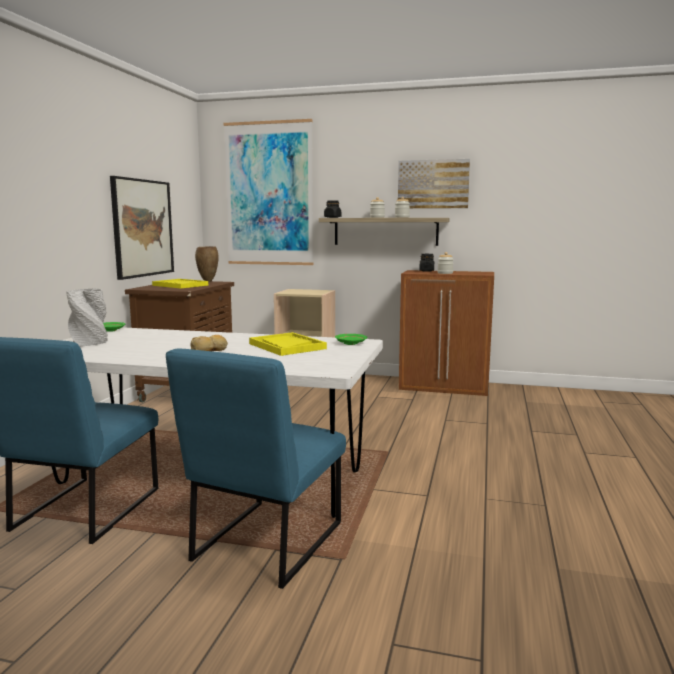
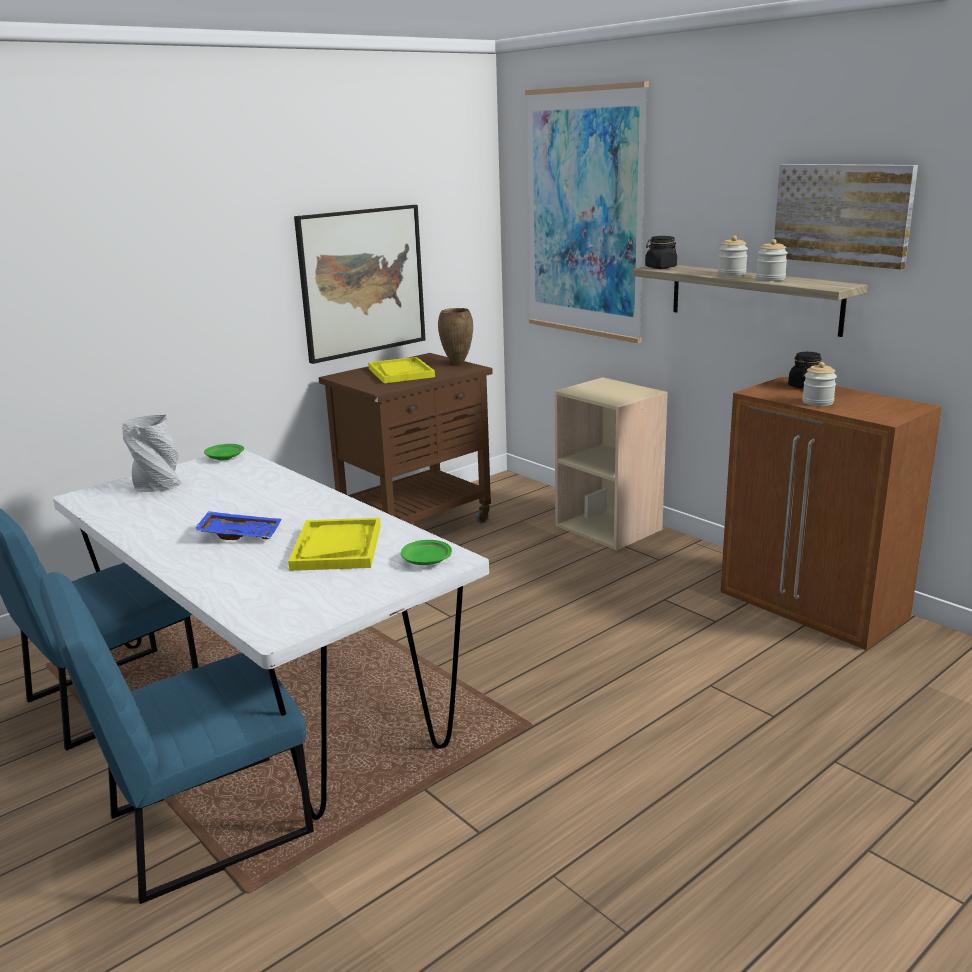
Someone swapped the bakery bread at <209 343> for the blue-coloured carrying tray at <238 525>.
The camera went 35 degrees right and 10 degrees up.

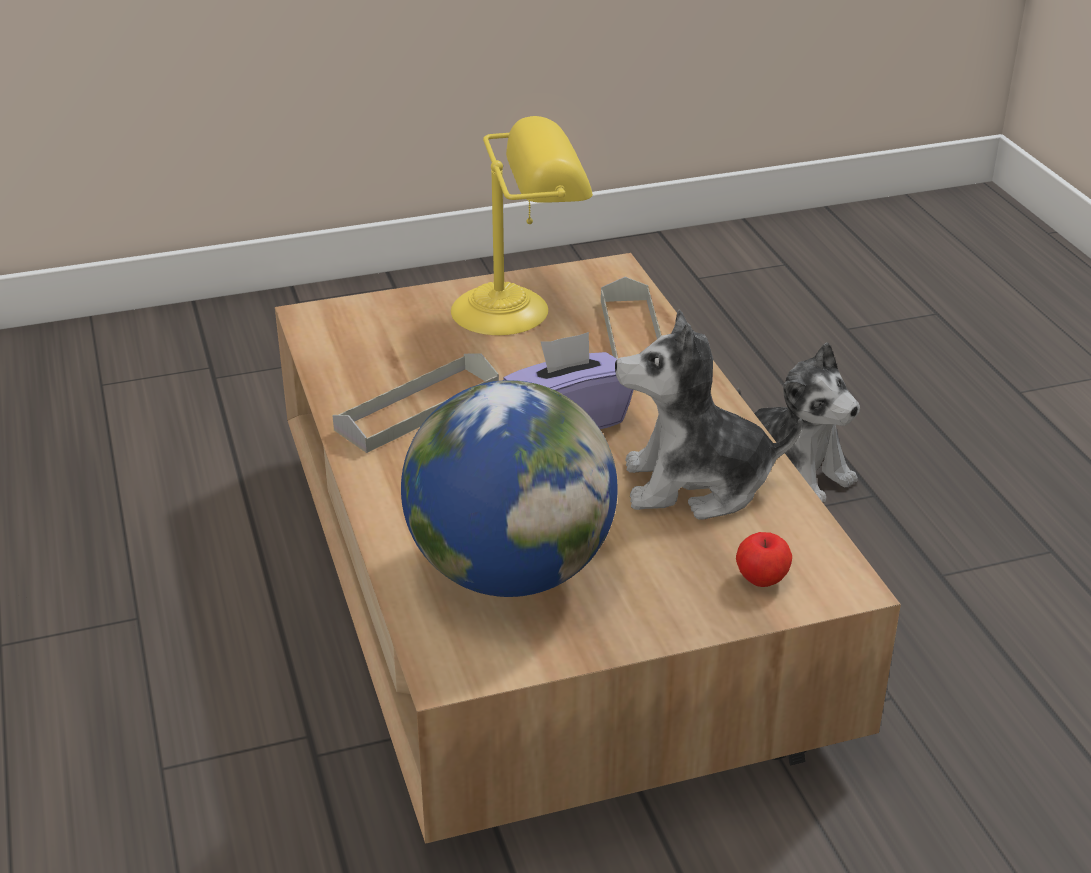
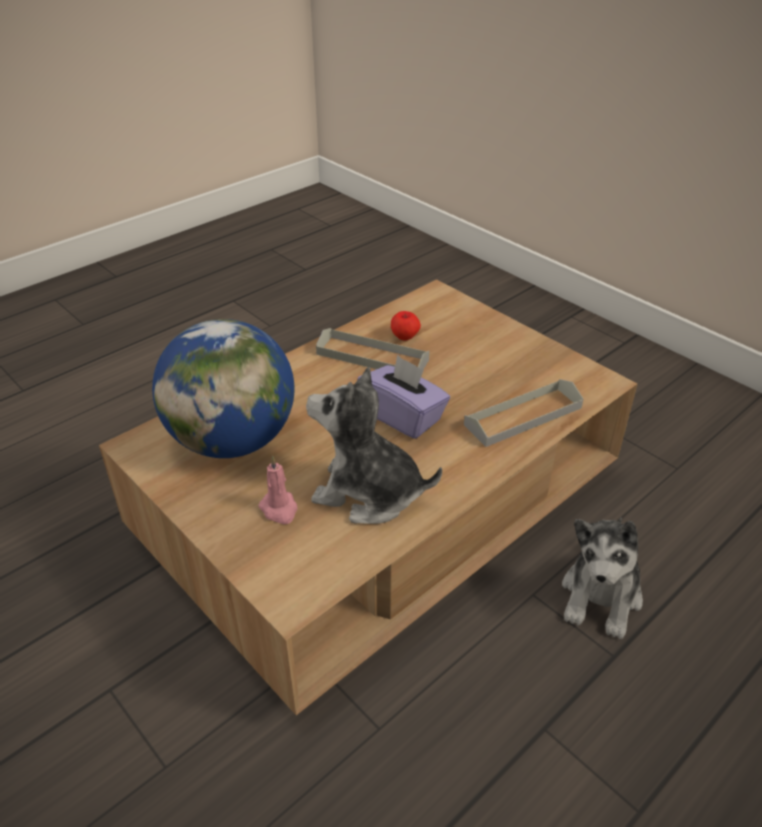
Someone took away the yellow tabletop lamp at <522 225>.
Someone put down the pink wax candle at <278 490>.
Someone carried the whole apple from <764 559> to <406 326>.
Someone rotated the cuddly toy at <709 415> by 45 degrees counterclockwise.
The camera went 65 degrees right and 5 degrees up.

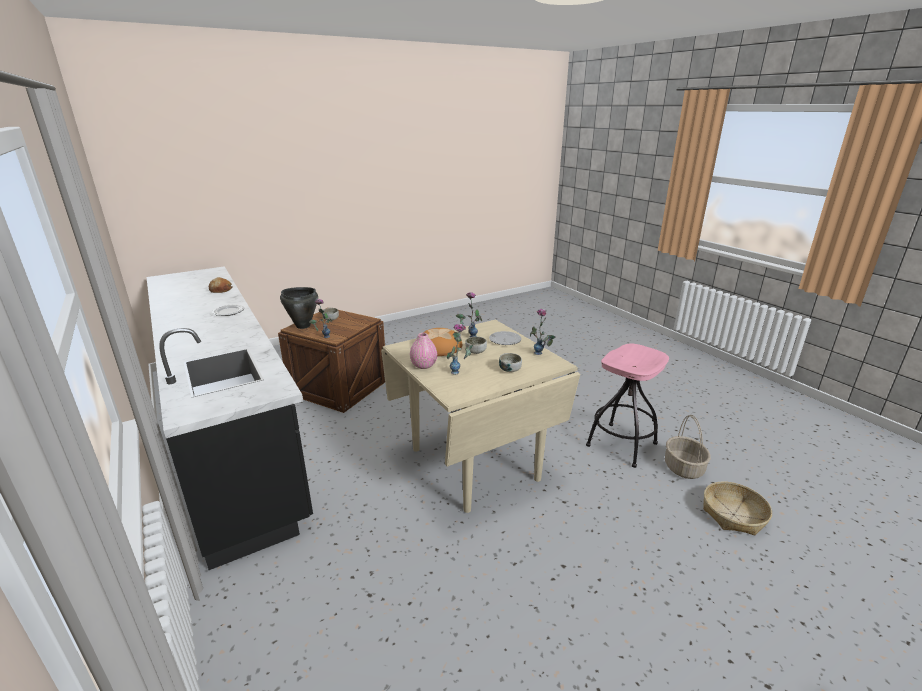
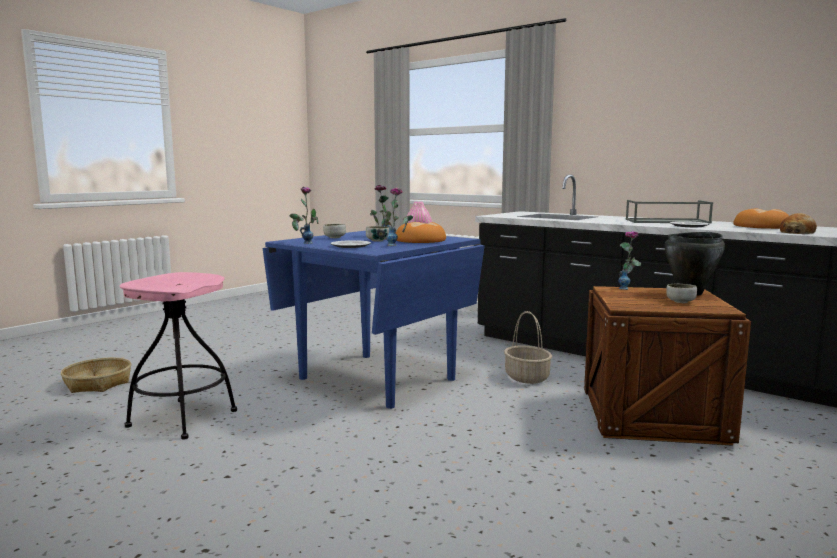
Someone put down the gray carrying tray at <669 212>.
Someone put down the bakery bread at <761 219>.
Someone carried the household basket from <688 447> to <528 347>.
Someone repainted the beige-coloured dining table at <480 416>, which became the blue-coloured dining table at <374 320>.
The camera went 160 degrees right and 15 degrees down.

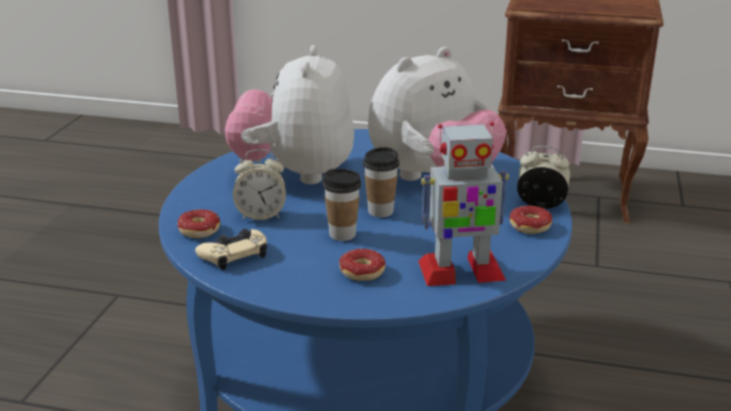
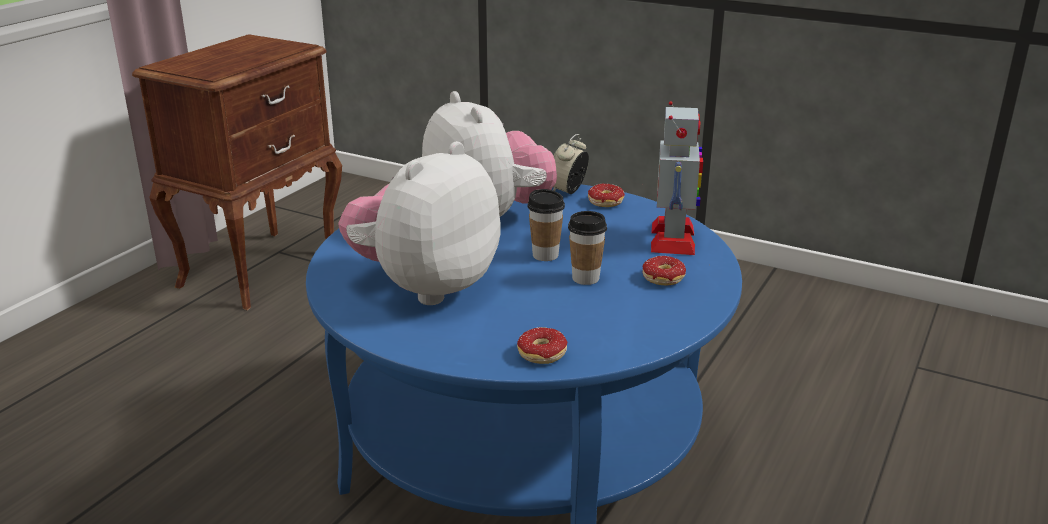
Someone took away the beige-coloured gamepad at <231 249>.
Someone took away the table clock at <259 185>.
Someone rotated the cuddly toy at <289 114> by 105 degrees clockwise.
The camera went 75 degrees left and 0 degrees up.

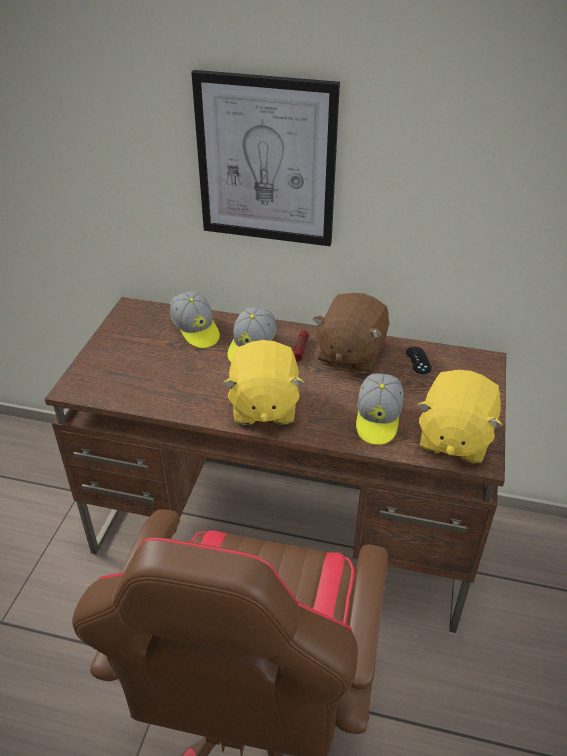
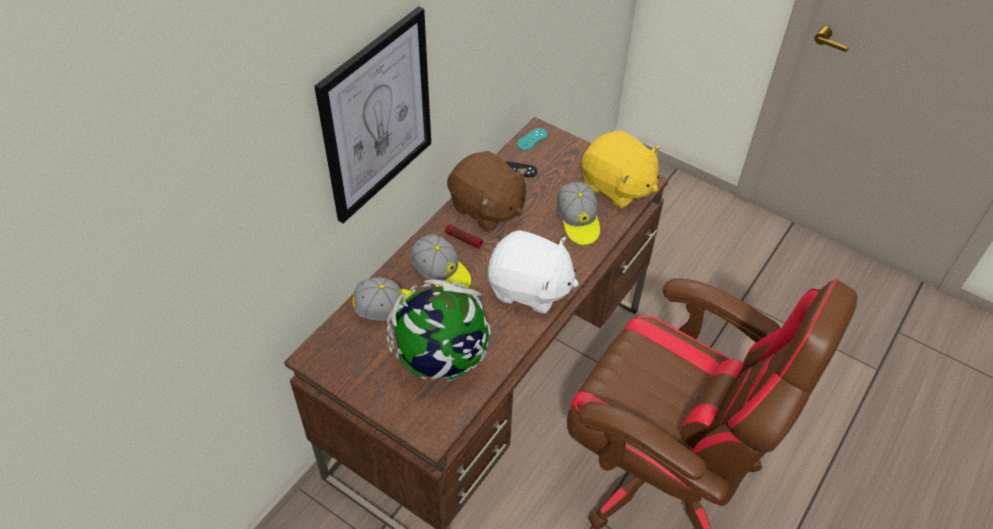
Someone put down the globe at <439 330>.
Someone put down the turquoise-coloured gamepad at <532 139>.
Someone repainted the yellow cuddly toy at <263 382>, which became the white cuddly toy at <533 272>.
Someone rotated the baseball cap at <379 409> by 45 degrees clockwise.
The camera went 70 degrees left and 10 degrees up.

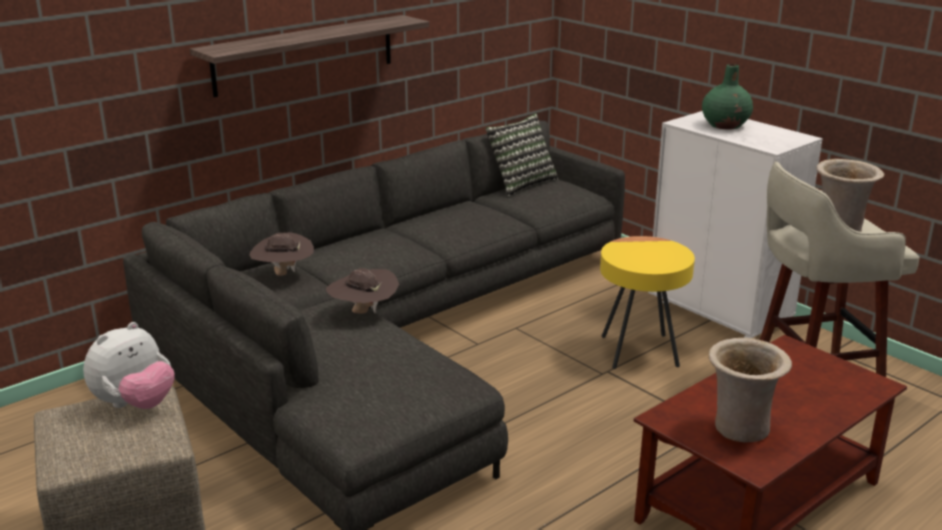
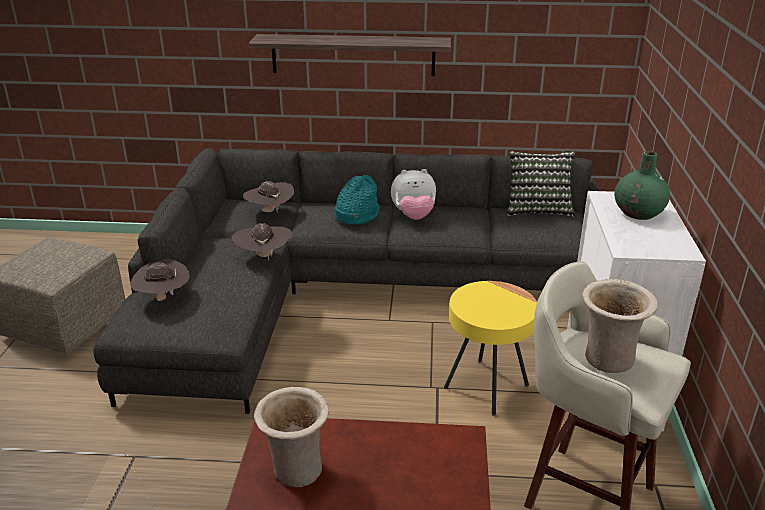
Someone put down the brown hat at <160 280>.
Someone put down the turquoise-coloured hat at <357 200>.
Someone carried the cuddly toy from <128 365> to <413 194>.
The camera went 45 degrees right and 5 degrees up.

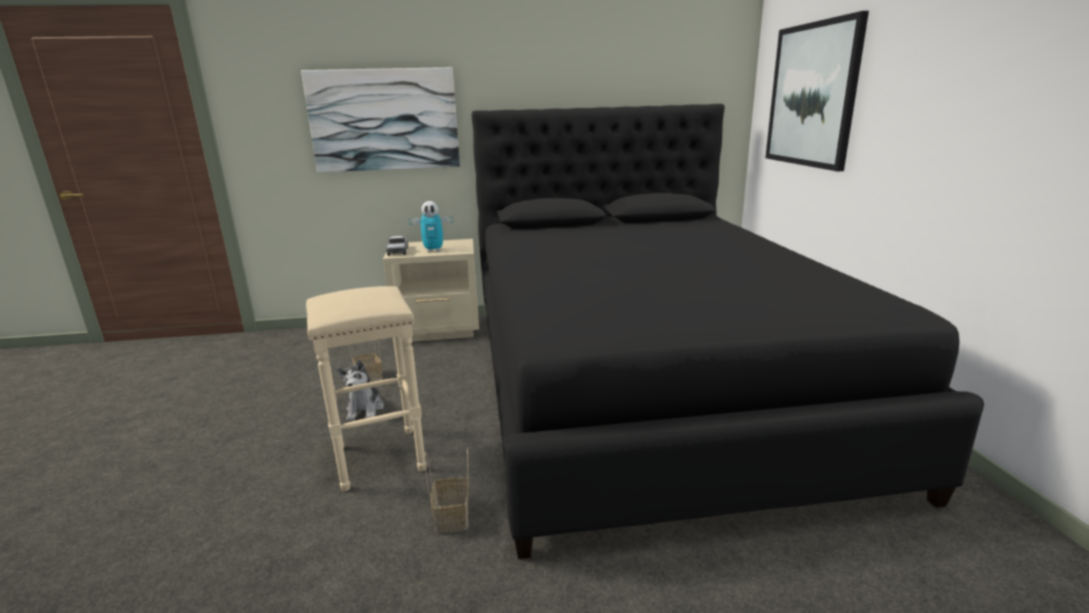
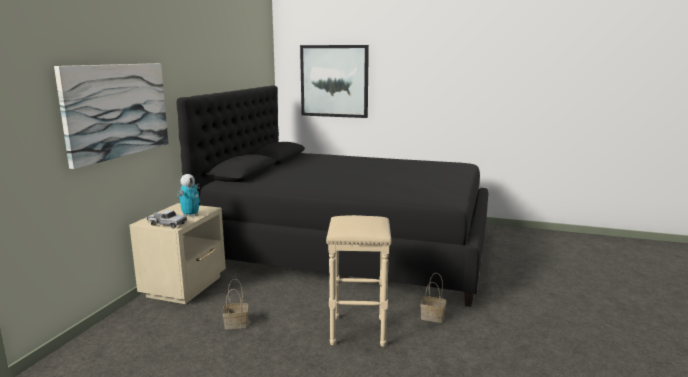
Someone took away the cuddly toy at <360 390>.
The camera went 65 degrees left and 5 degrees down.

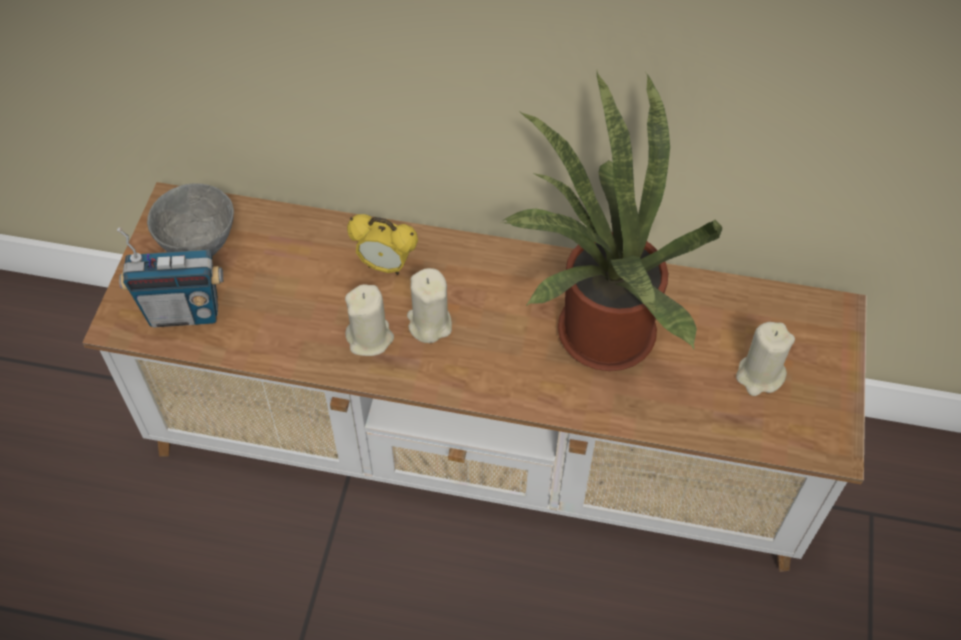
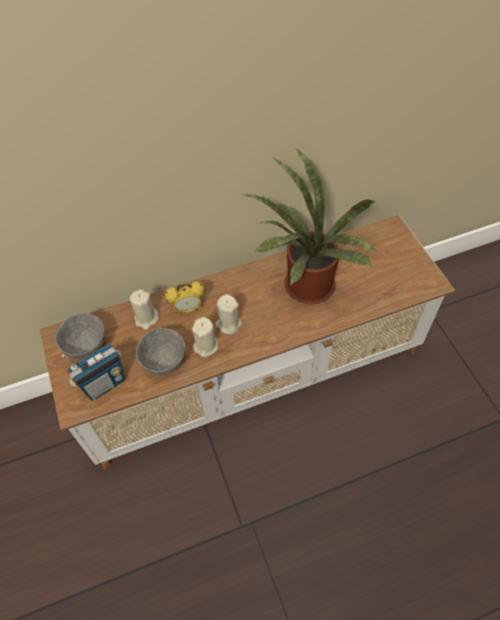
Someone put down the gray serving bowl at <160 351>.
Someone carried the beige-coloured wax candle from <765 359> to <144 309>.
The camera went 30 degrees left and 0 degrees up.

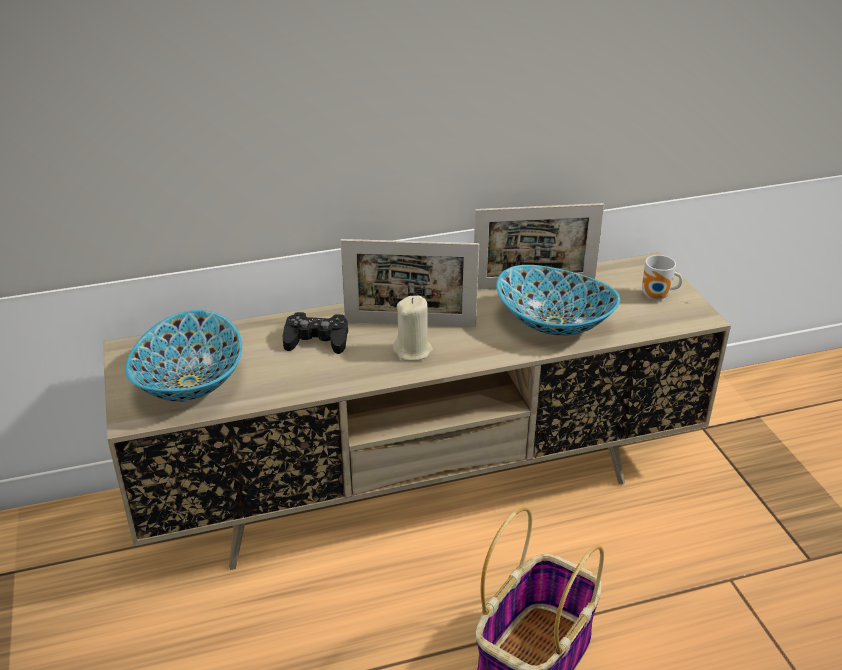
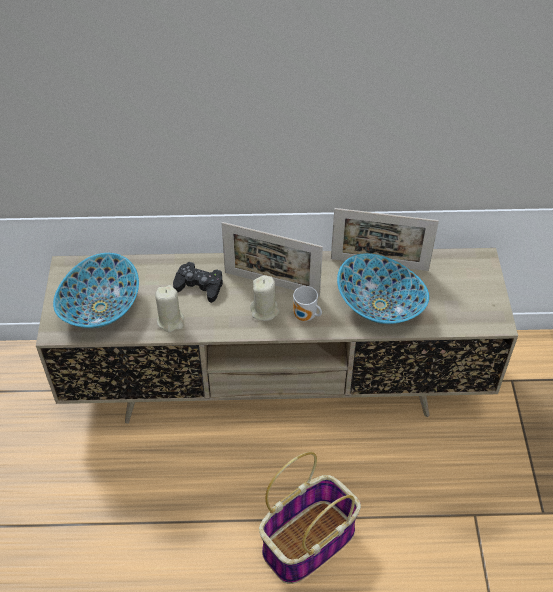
Someone put down the beige-coloured wax candle at <169 308>.
Someone carried the mug from <662 277> to <307 303>.
The camera went 15 degrees right and 15 degrees up.

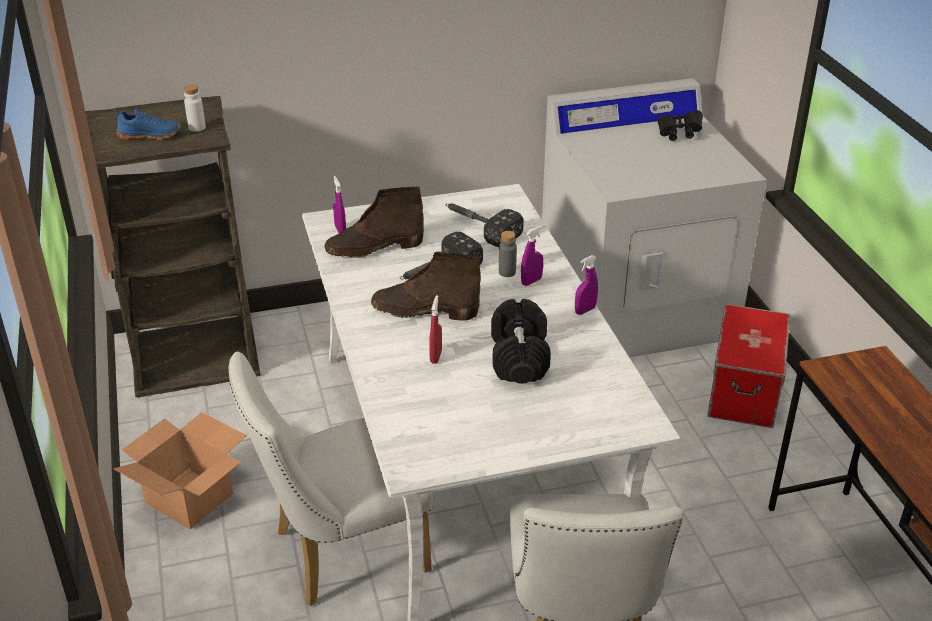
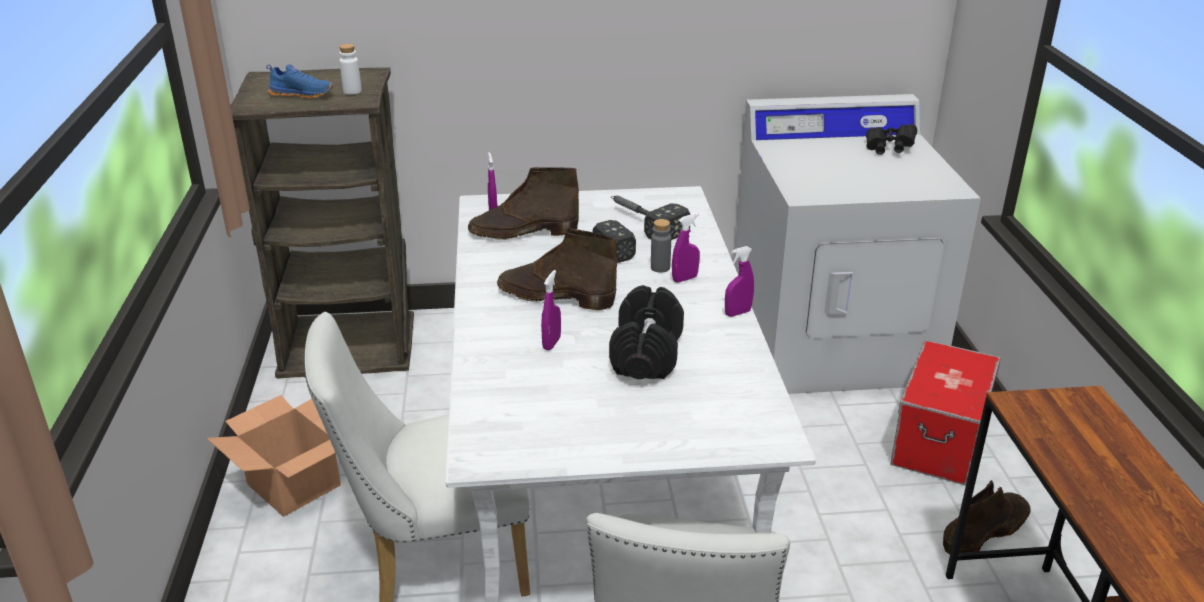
Someone put down the brown boot at <987 517>.
Someone repainted the red-coloured sprayer at <435 329>, which became the purple sprayer at <551 310>.
The camera went 10 degrees right and 5 degrees down.

